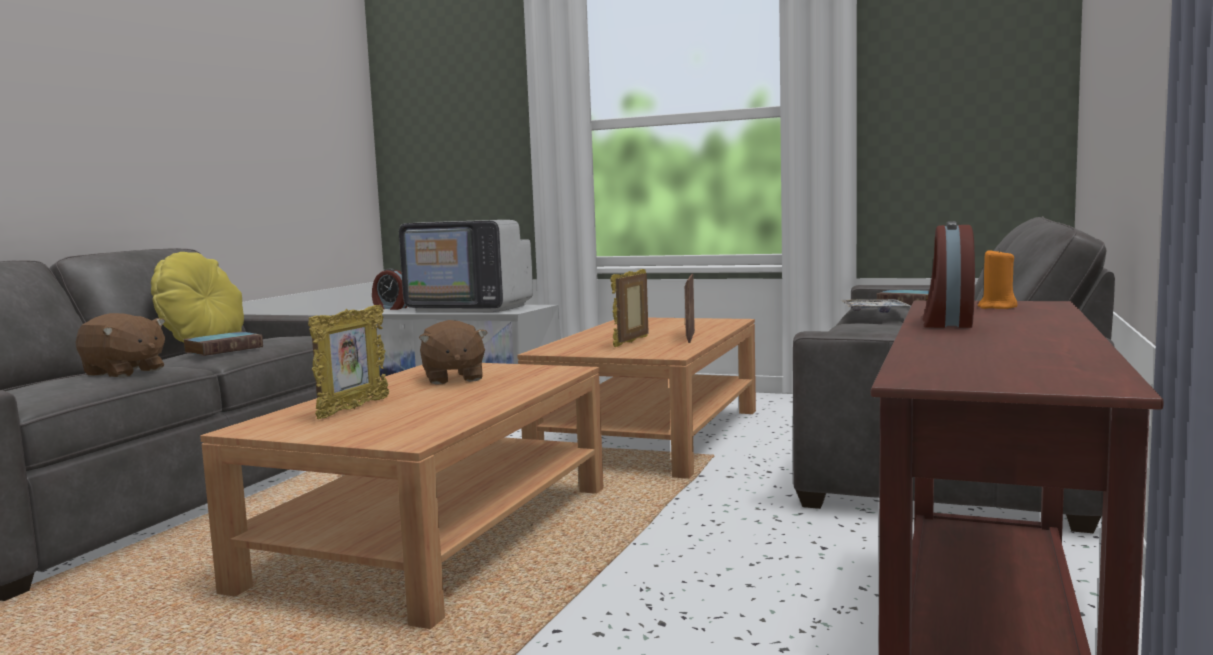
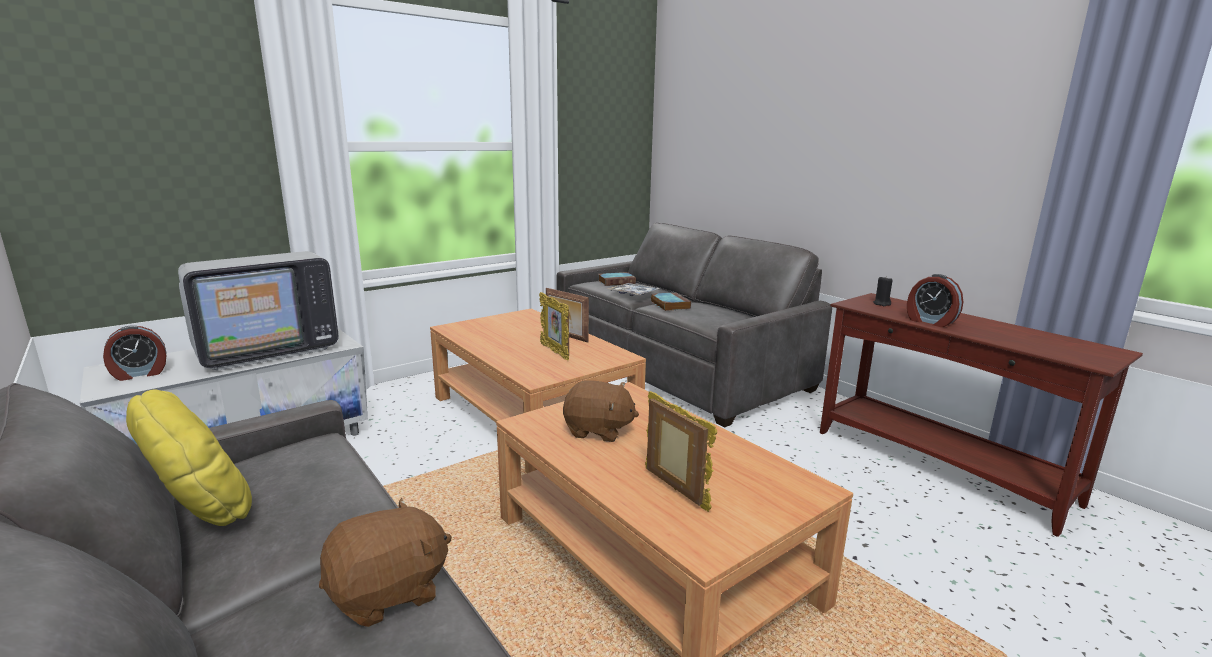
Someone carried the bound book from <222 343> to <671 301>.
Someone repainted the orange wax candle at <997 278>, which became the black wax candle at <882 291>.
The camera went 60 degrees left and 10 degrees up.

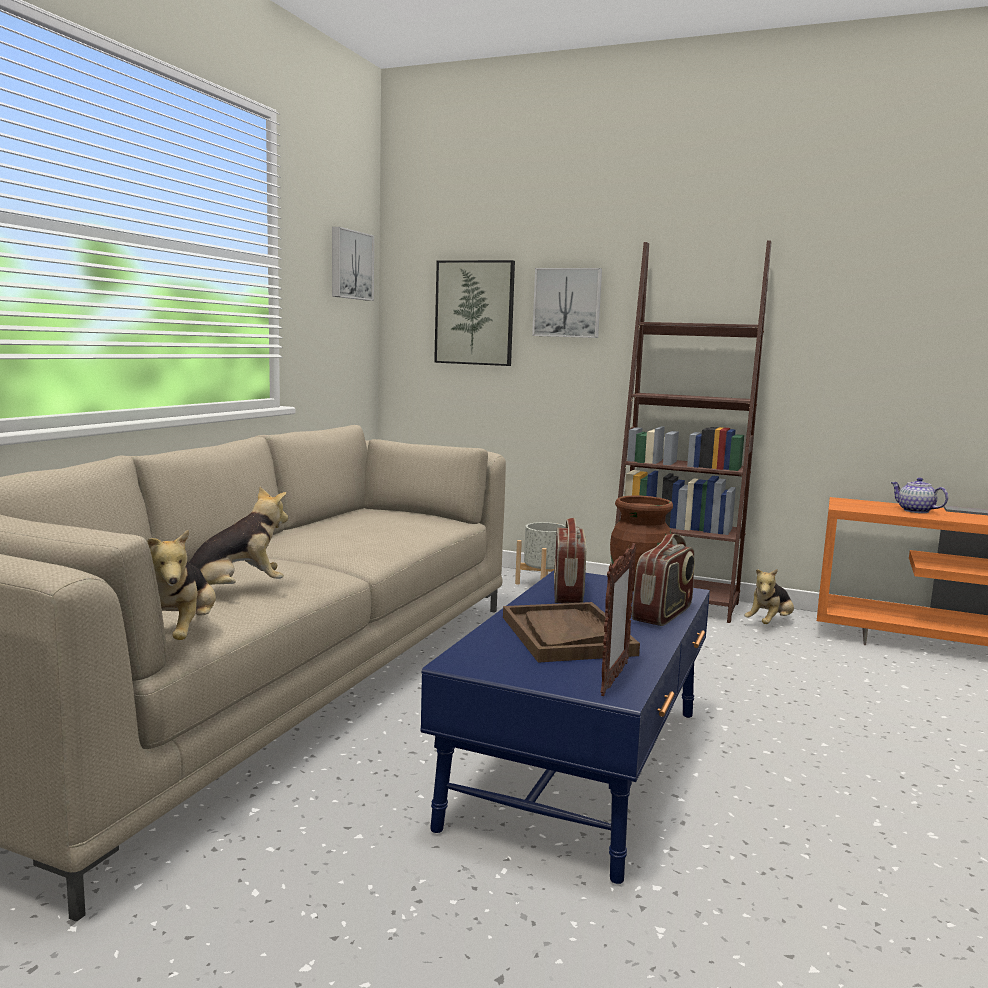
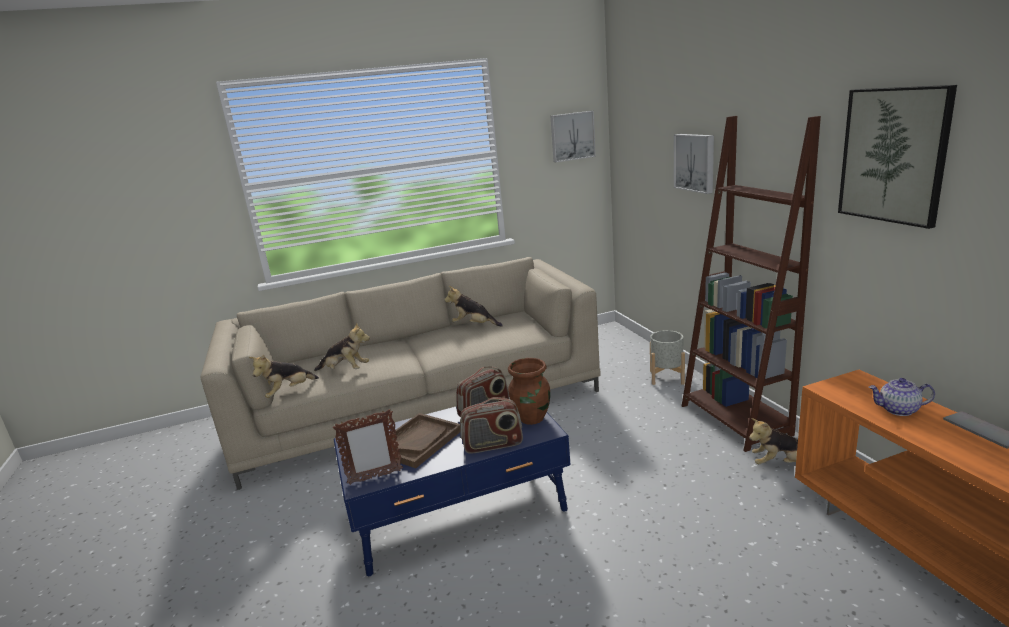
Someone put down the cuddly toy at <473 306>.
Someone carried the wall art from <474 313> to <897 157>.
Someone rotated the pot for tea at <919 495> by 90 degrees counterclockwise.
The camera went 50 degrees right and 10 degrees up.

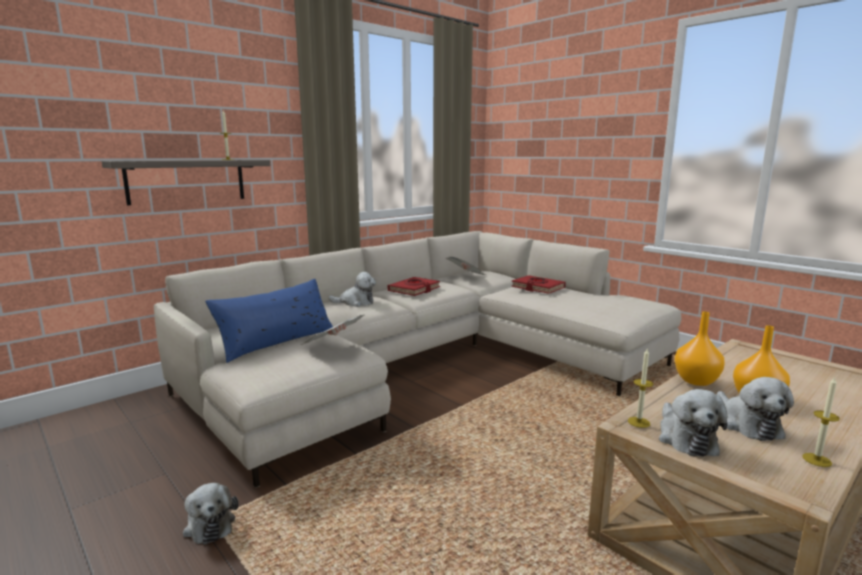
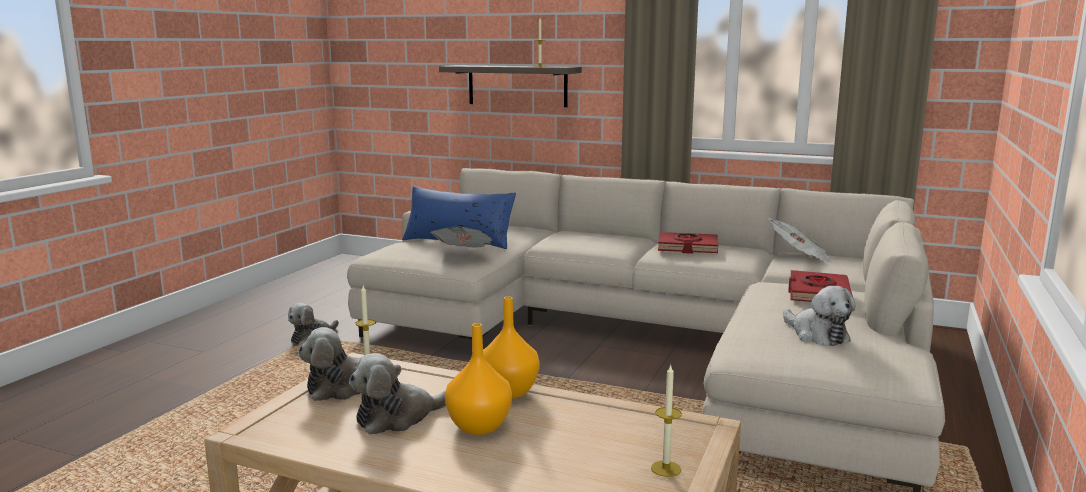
Someone carried the cuddly toy from <352 289> to <819 316>.
Someone carried the wax candle from <821 421> to <666 420>.
The camera went 65 degrees right and 0 degrees up.

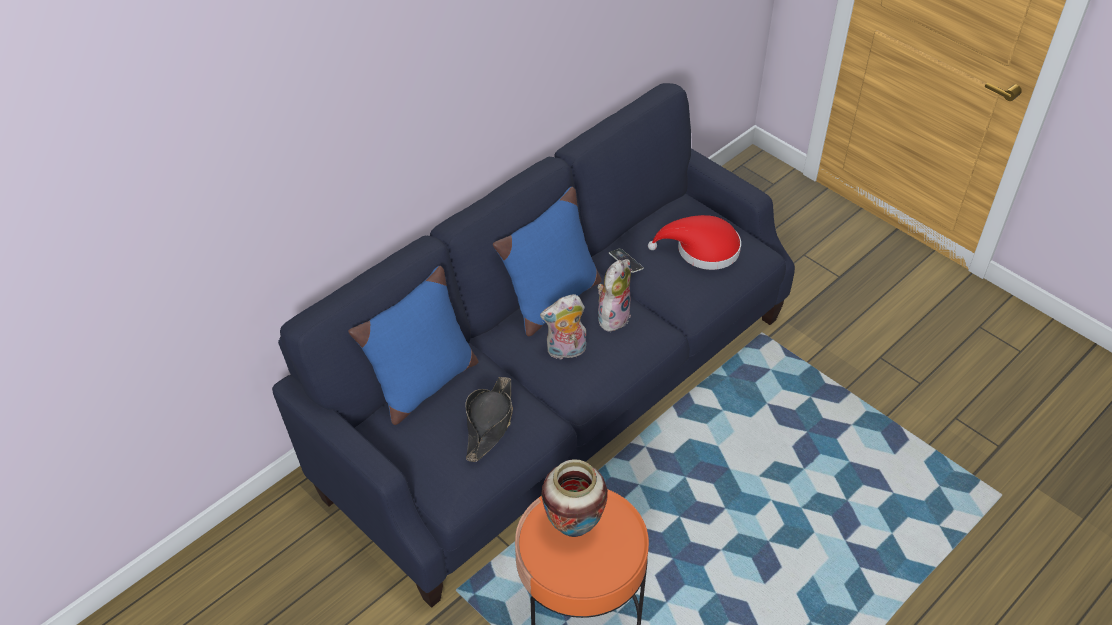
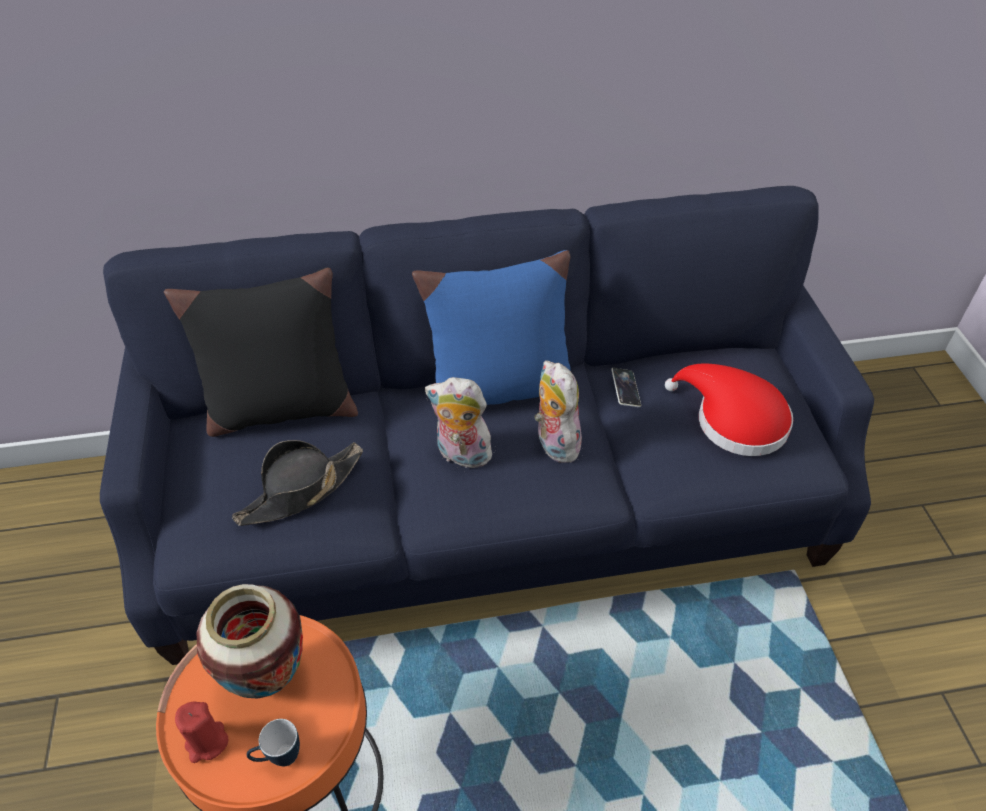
Someone put down the red-coloured wax candle at <201 732>.
Someone put down the mug at <273 742>.
Someone repainted the blue-coloured pillow at <413 345>, which became the black pillow at <261 352>.
Someone rotated the cuddly toy at <614 295> by 90 degrees counterclockwise.
The camera went 35 degrees right and 0 degrees up.

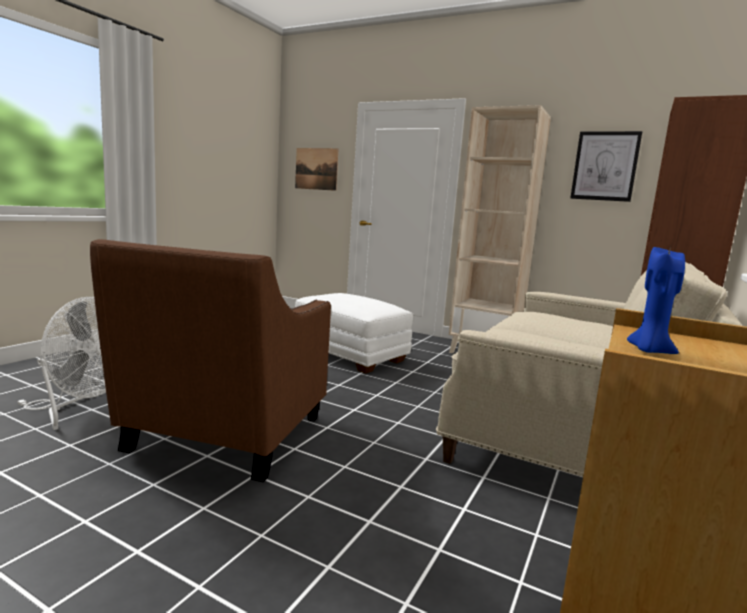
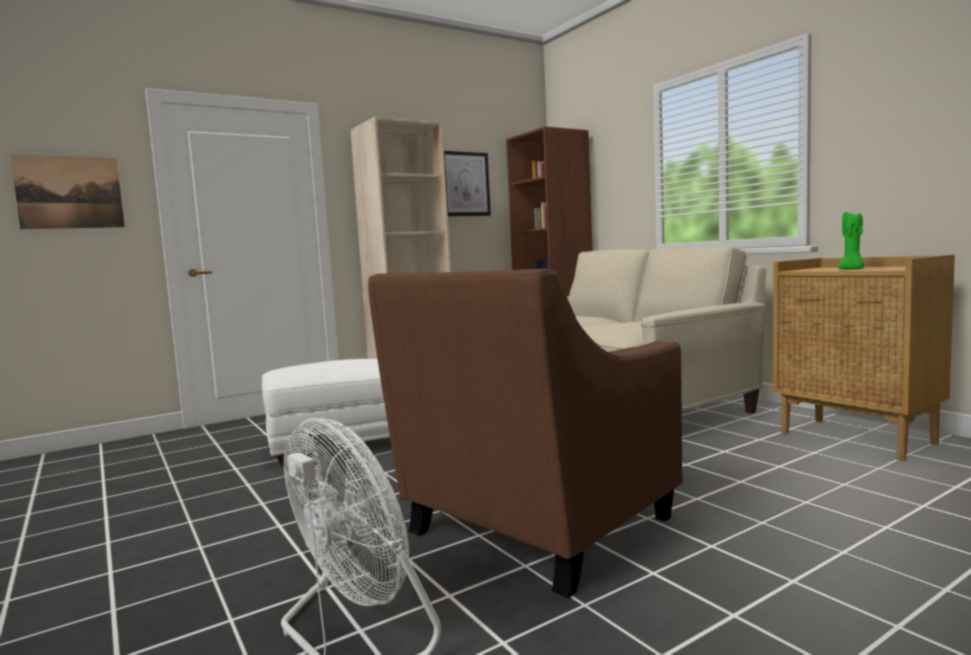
Someone repainted the blue-coloured wax candle at <656 300>, which became the green wax candle at <851 241>.
Someone rotated the brown easy chair at <210 360> by 90 degrees clockwise.
The camera went 60 degrees left and 5 degrees down.

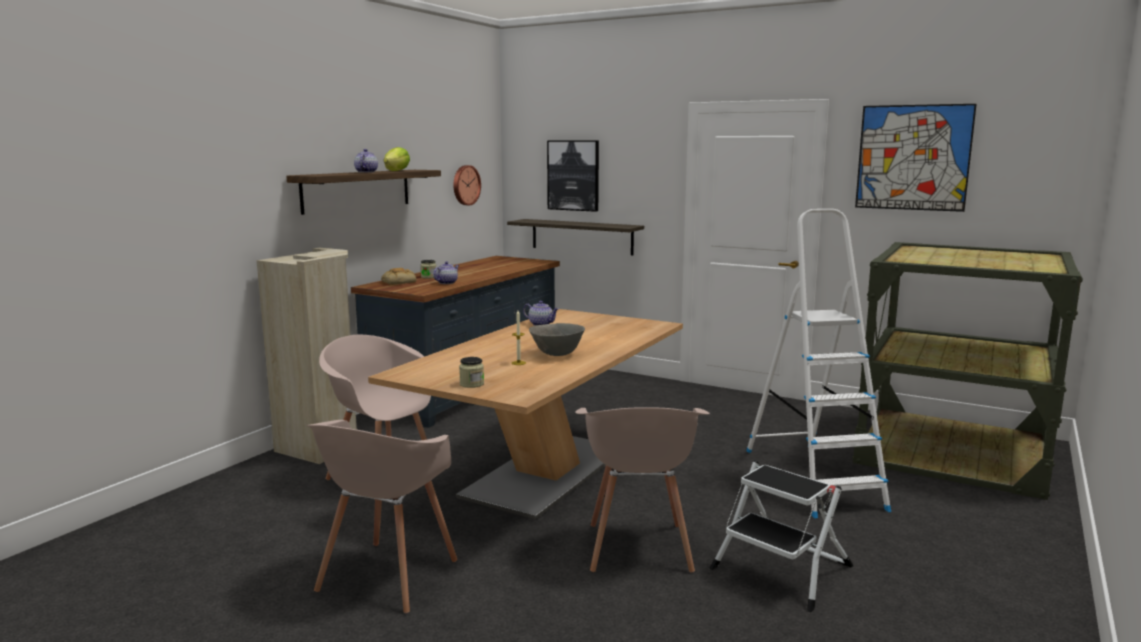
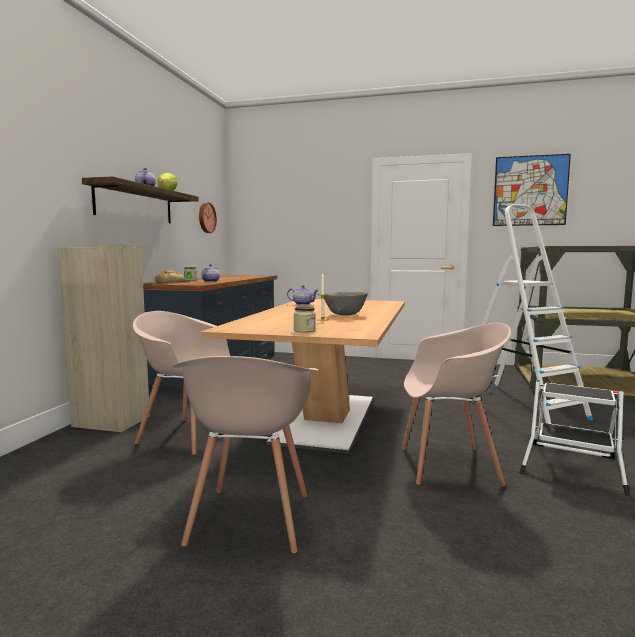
Someone took away the bracket shelf at <575 237>.
Someone took away the wall art at <573 176>.
Someone rotated the beige-coloured upright chair at <642 490> by 75 degrees counterclockwise.
The camera went 15 degrees left and 5 degrees down.

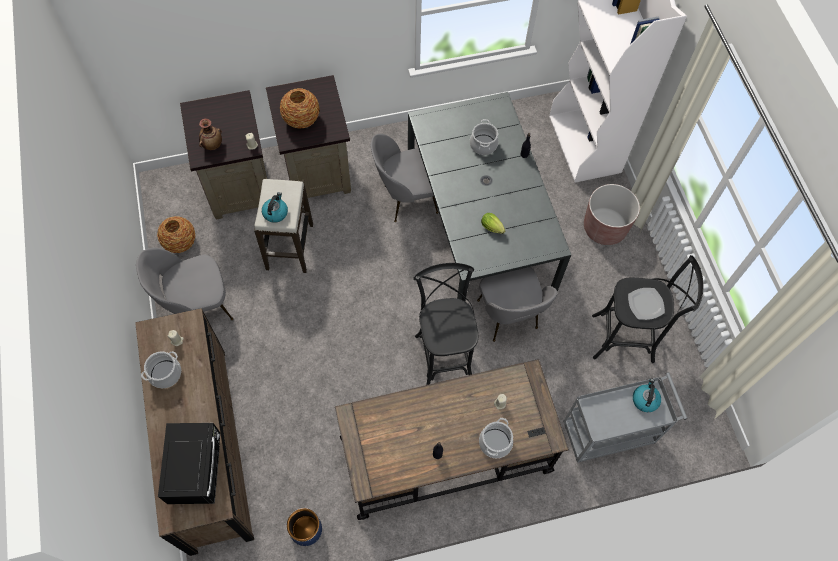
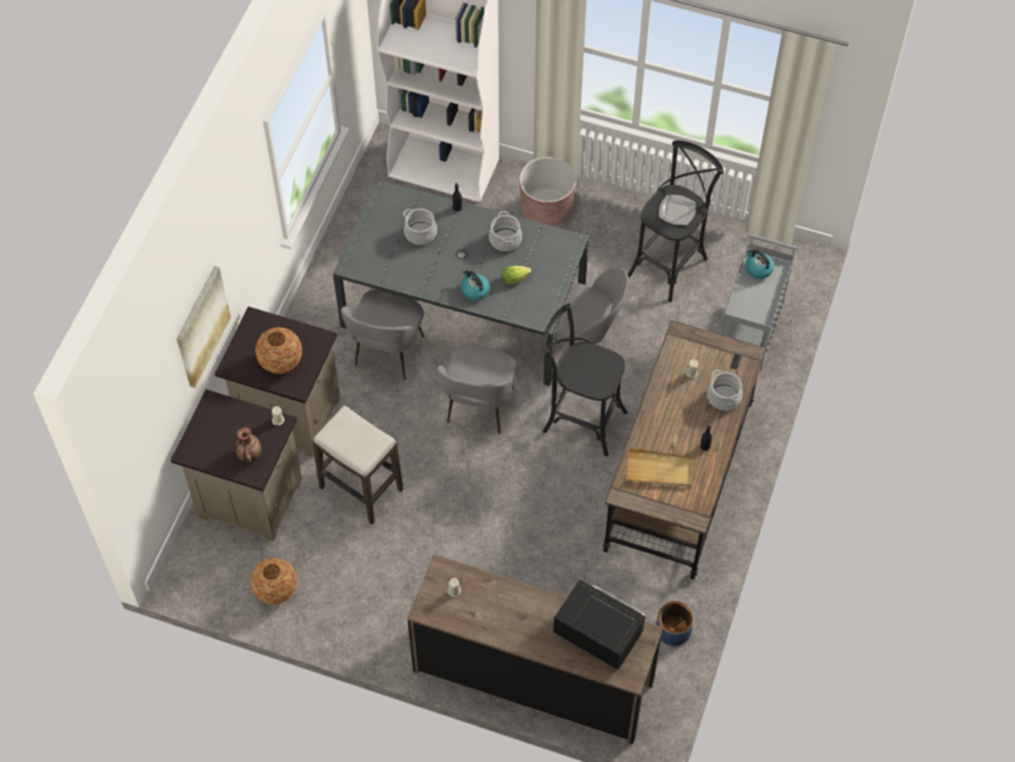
Someone put up the wall art at <204 327>.
Someone put down the beige-coloured carrying tray at <660 467>.
Someone carried the gray upright chair from <184 283> to <476 389>.
Someone carried the cooking pot from <161 369> to <505 231>.
Someone carried the tea kettle from <275 207> to <475 284>.
The camera went 55 degrees left and 5 degrees down.

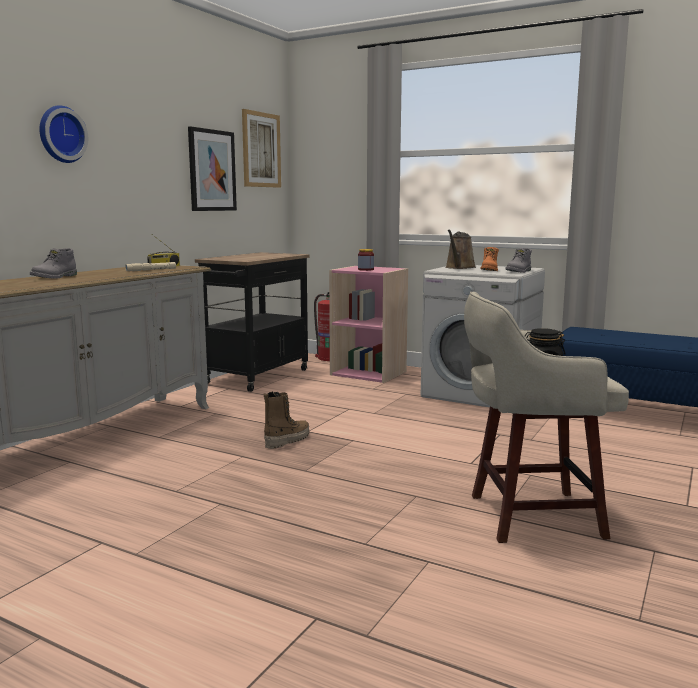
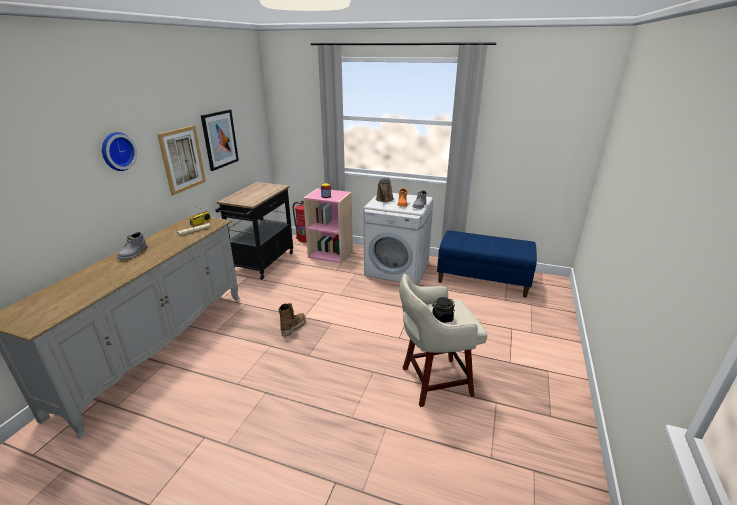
Someone carried the wall art from <261 148> to <181 160>.
The camera went 10 degrees left and 15 degrees up.

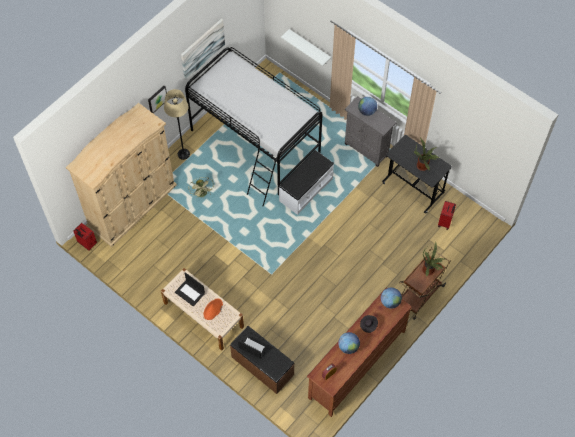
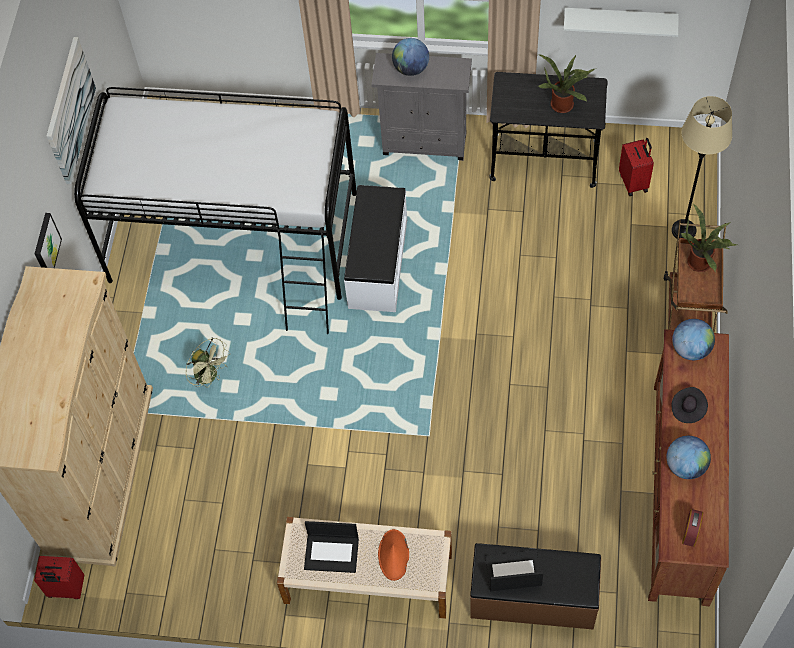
Someone carried the beige-coloured standing lamp from <177 124> to <702 167>.
Someone carried the white bracket shelf from <306 47> to <621 22>.
The camera went 30 degrees left and 0 degrees up.

